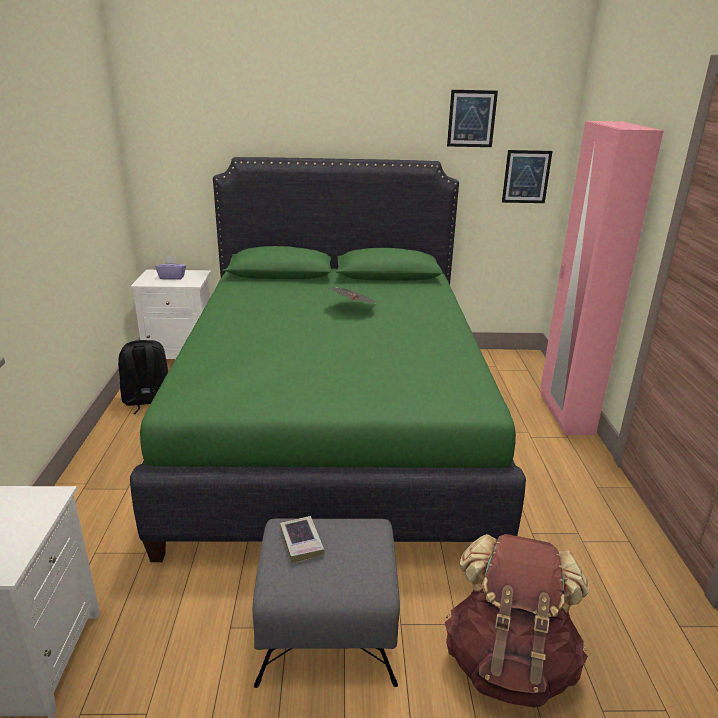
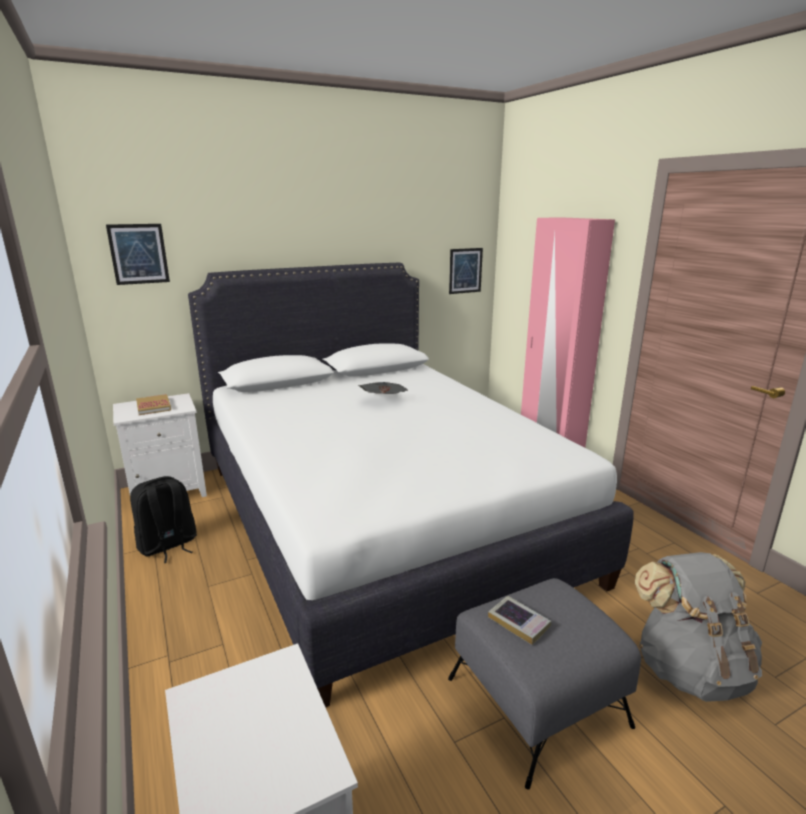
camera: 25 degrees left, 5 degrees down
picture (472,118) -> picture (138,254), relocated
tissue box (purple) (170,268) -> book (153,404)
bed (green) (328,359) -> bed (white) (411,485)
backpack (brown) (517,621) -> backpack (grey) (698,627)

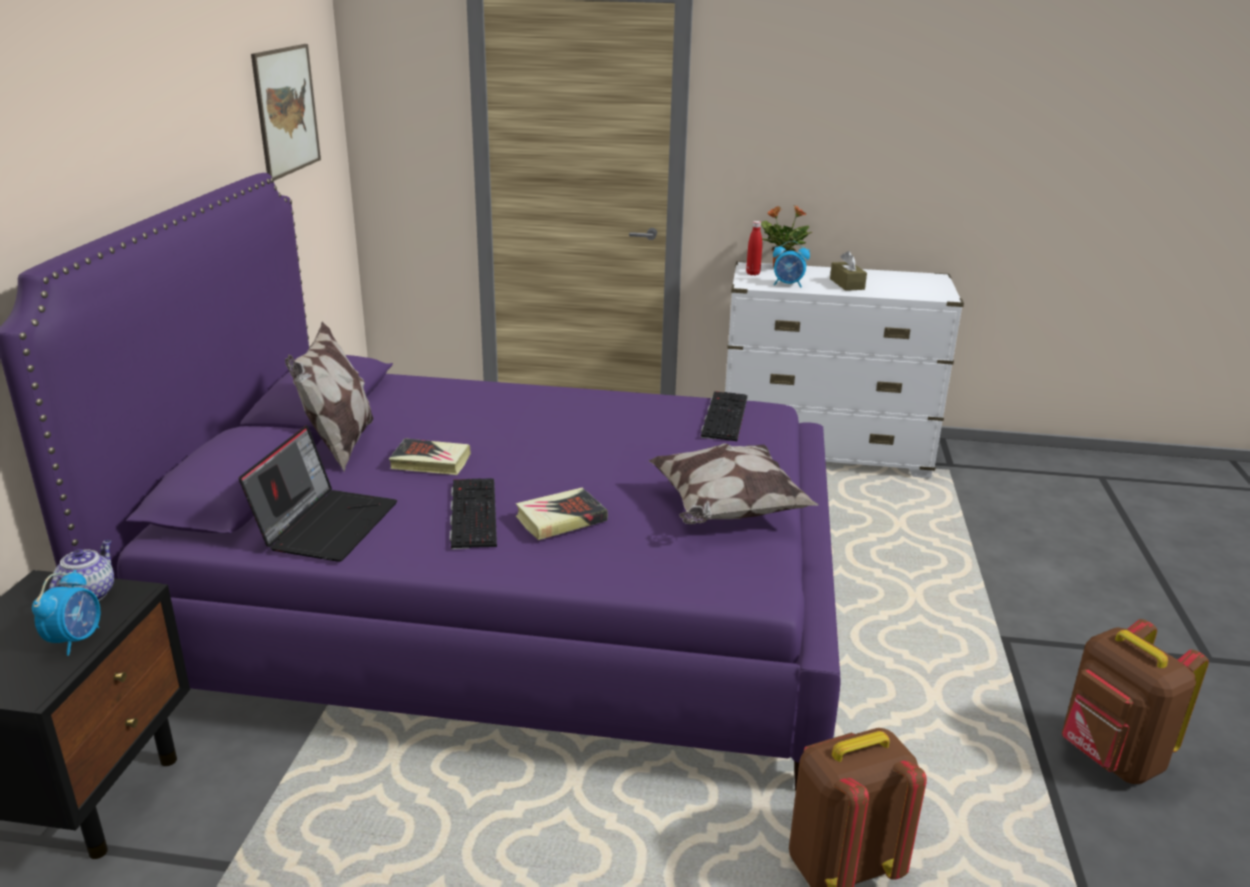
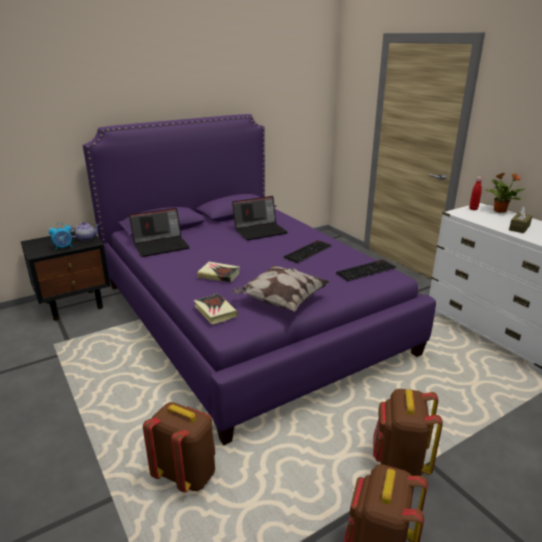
camera: 50 degrees right, 0 degrees up
book (430,456) -> book (216,308), relocated
none -> laptop (260,218)
keyboard (473,513) -> keyboard (307,251), relocated
none -> backpack (brown) (408,432)
picture (286,112) -> none
pillow (329,396) -> none
alarm clock (791,264) -> none

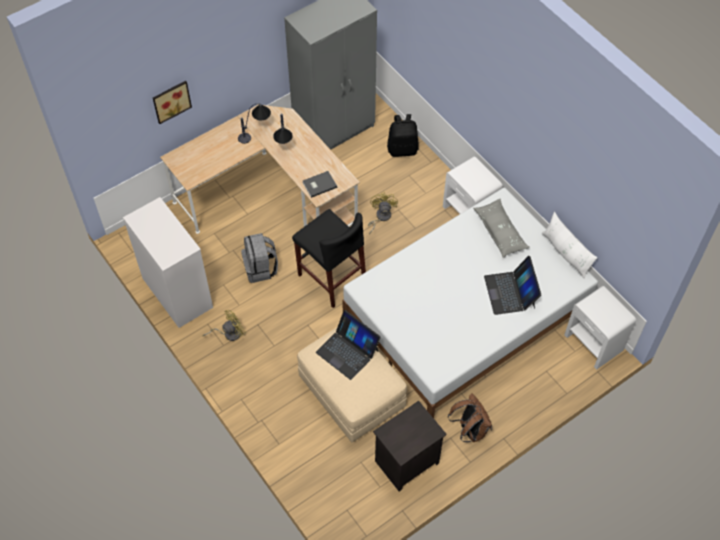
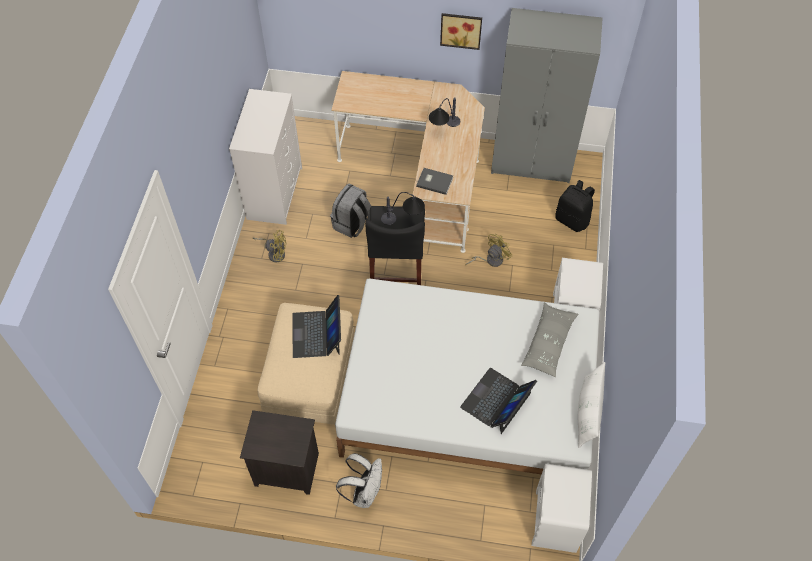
camera: 45 degrees right, 0 degrees up
backpack (brown) (470,417) -> backpack (white) (359,480)
table lamp (254,123) -> table lamp (403,208), relocated
picture (172,102) -> picture (461,31), relocated

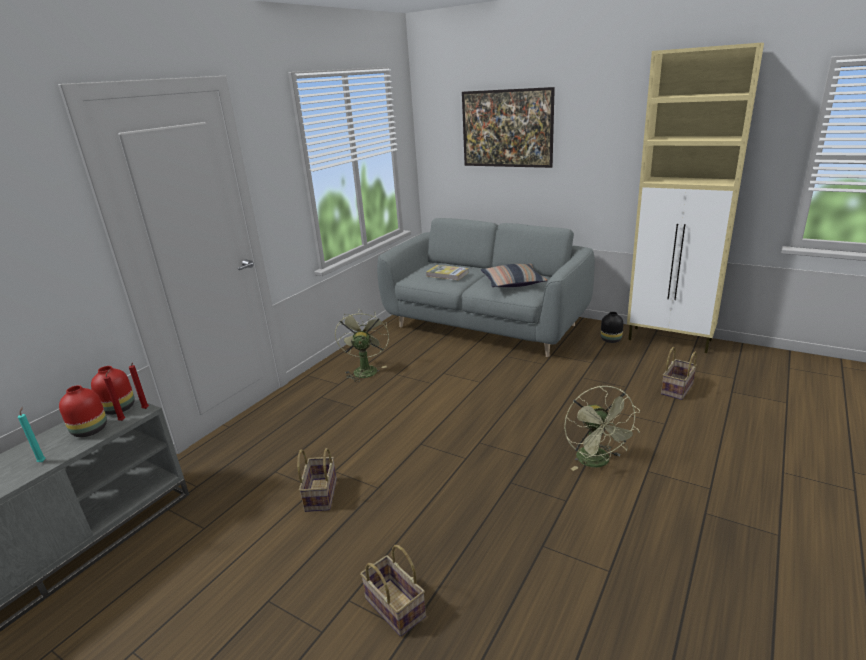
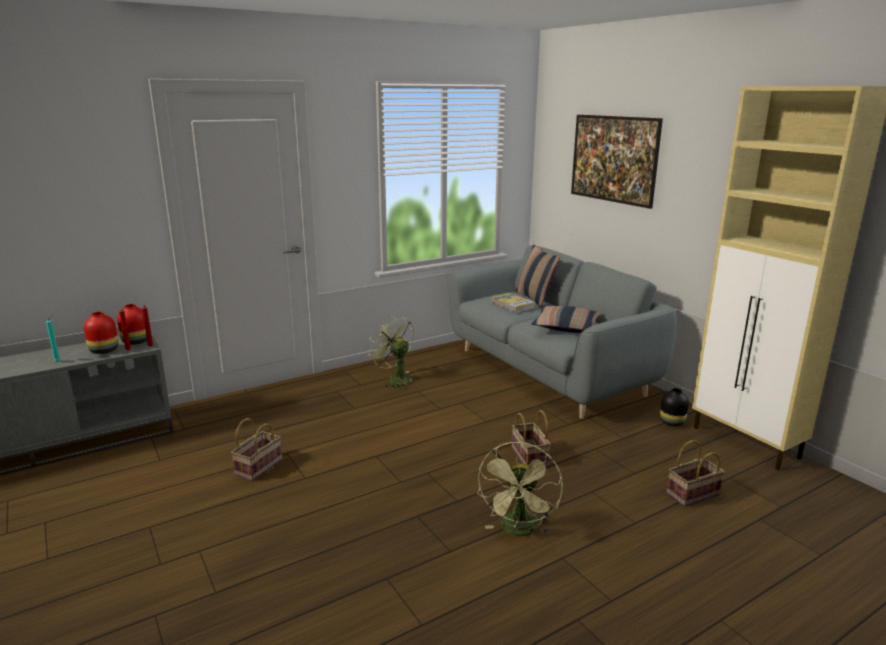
camera: 25 degrees right, 5 degrees down
fan (green) (362,345) -> fan (green) (391,352), 75 degrees counterclockwise
basket (393,591) -> basket (531,438), relocated
none -> pillow (538,276)

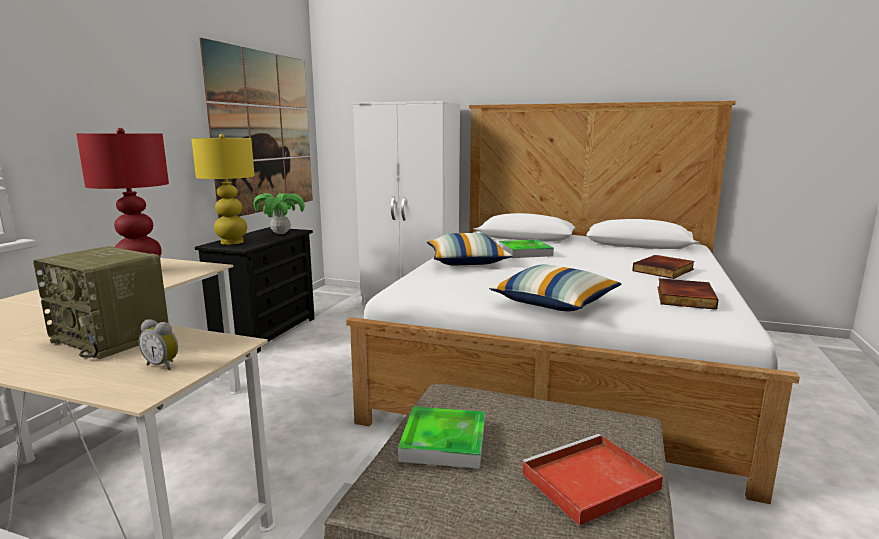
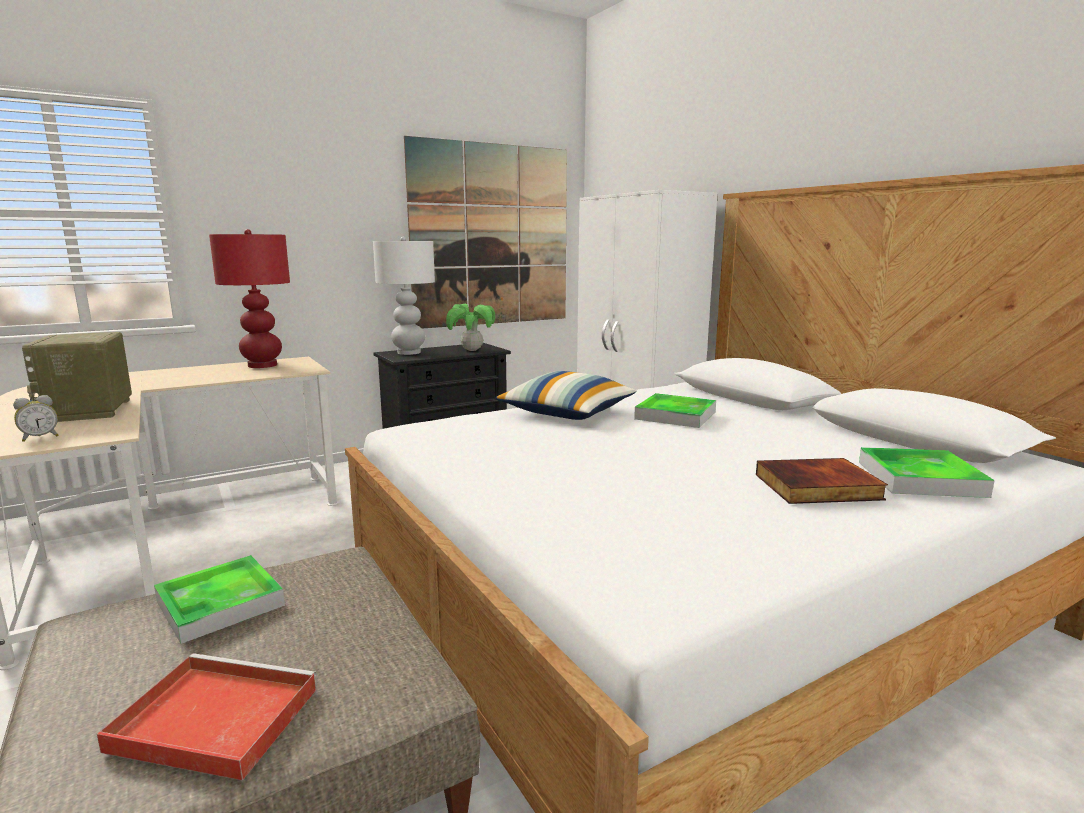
camera: 40 degrees right, 0 degrees up
alarm clock (158,344) -> alarm clock (36,418), 105 degrees counterclockwise
table lamp (yellow) (223,189) -> table lamp (white) (404,296)
none -> tray (927,472)
pillow (555,287) -> none
book (687,294) -> none

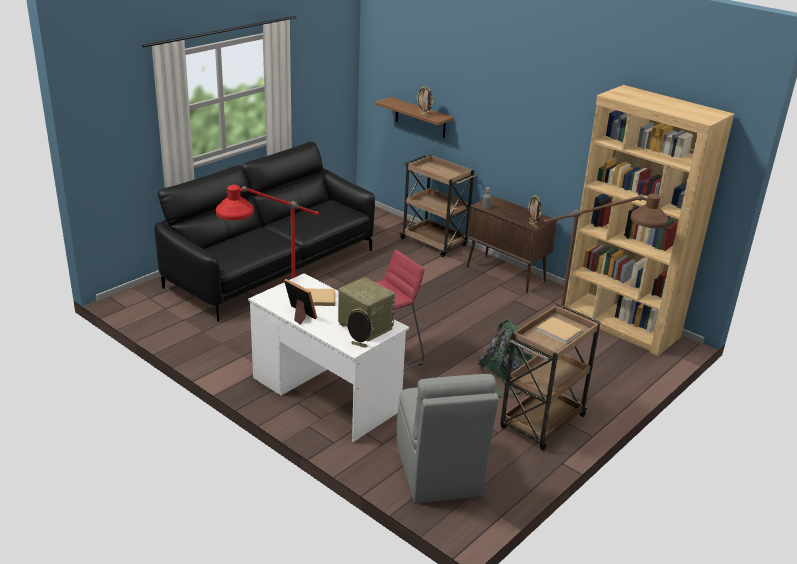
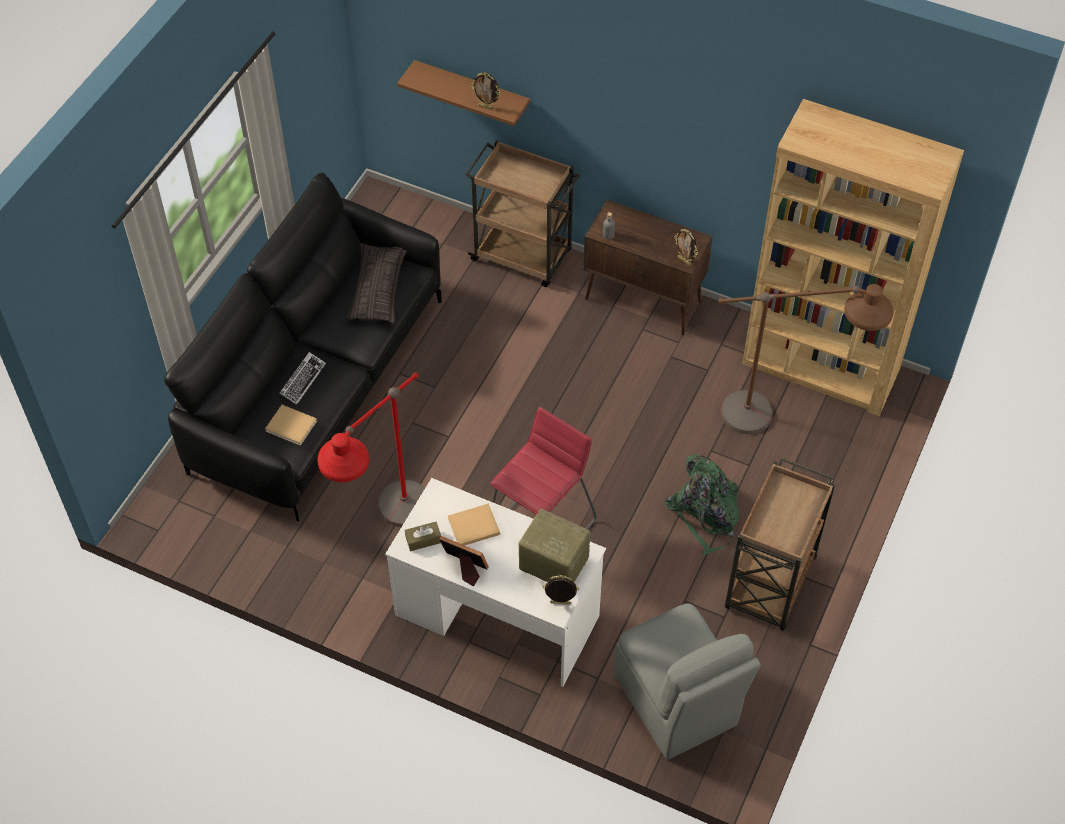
camera: 15 degrees left, 25 degrees up
book (beige) (559,330) -> book (beige) (291,425), relocated
none -> keyboard (302,378)
none -> pillow (376,283)
none -> tissue box (brown) (423,536)

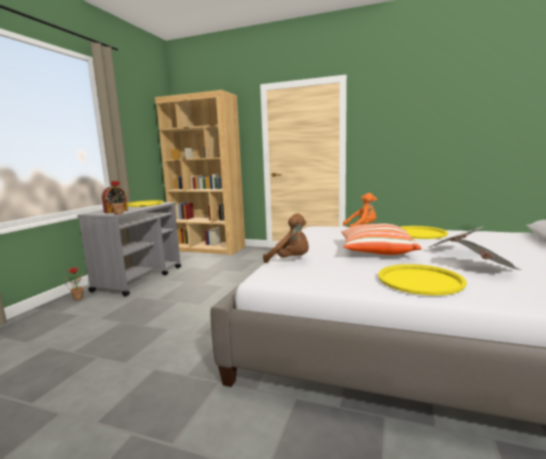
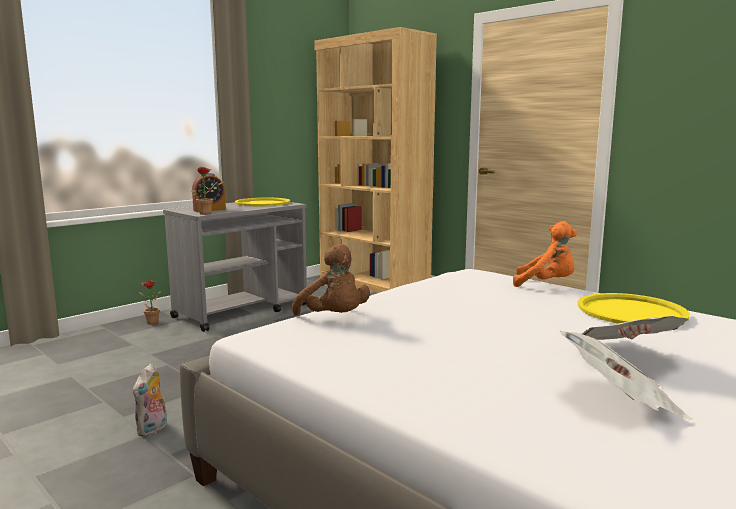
camera: 25 degrees right, 0 degrees up
none -> plush toy (150,400)
pillow (381,239) -> none
tray (yellow) (422,279) -> none

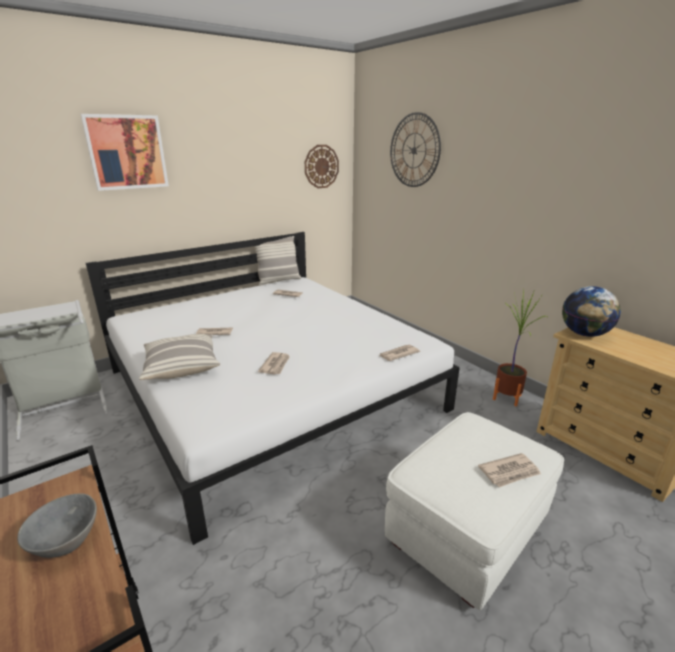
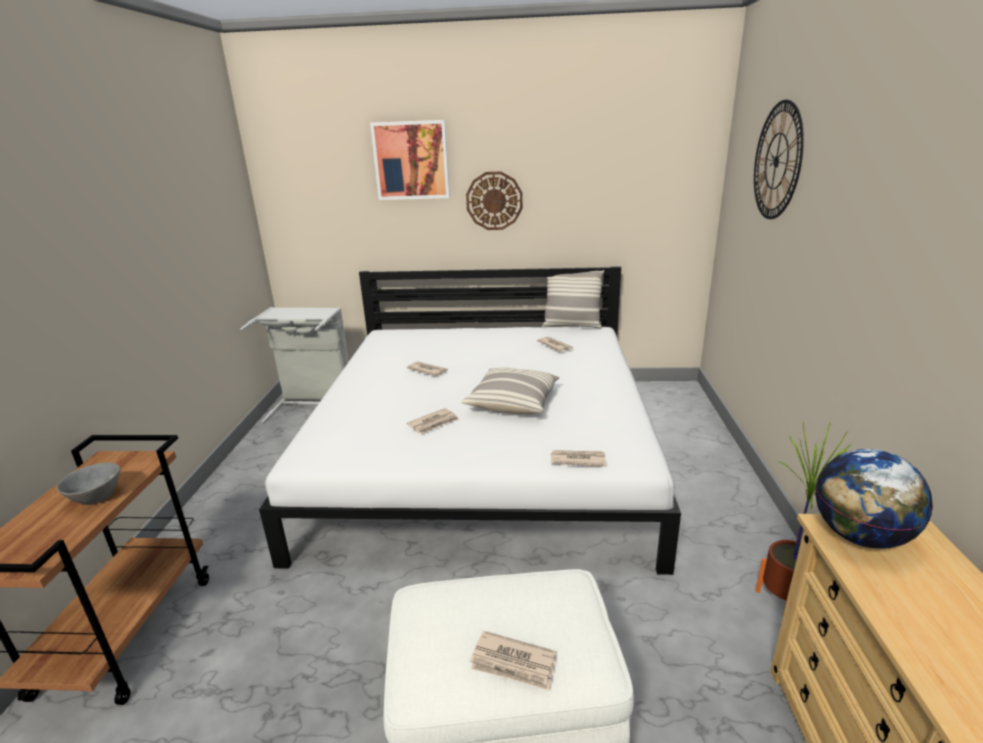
camera: 40 degrees right, 0 degrees up
pillow (179,357) -> pillow (511,391), relocated
wall clock (322,166) -> wall clock (494,201), relocated

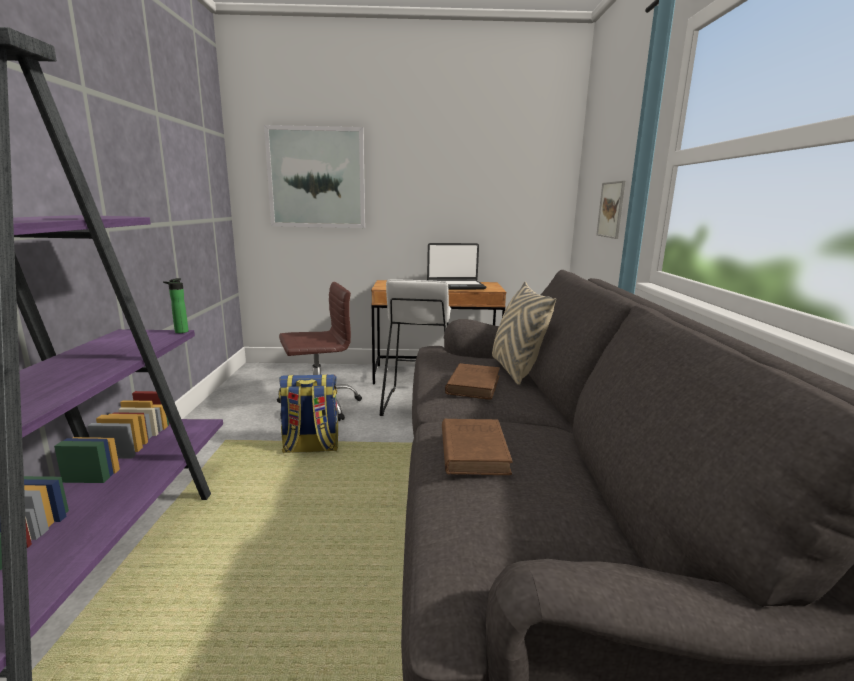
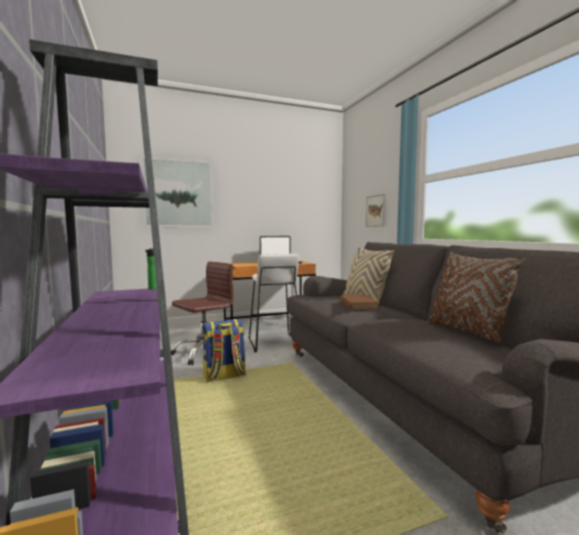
camera: 20 degrees left, 10 degrees down
none -> pillow (brown) (476,298)
book (brown) (477,446) -> none

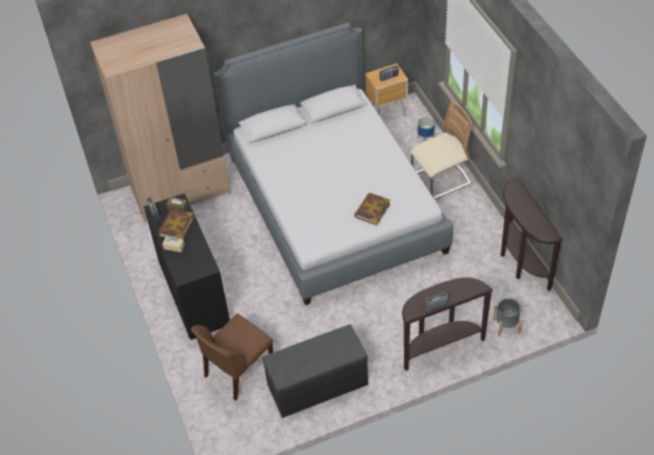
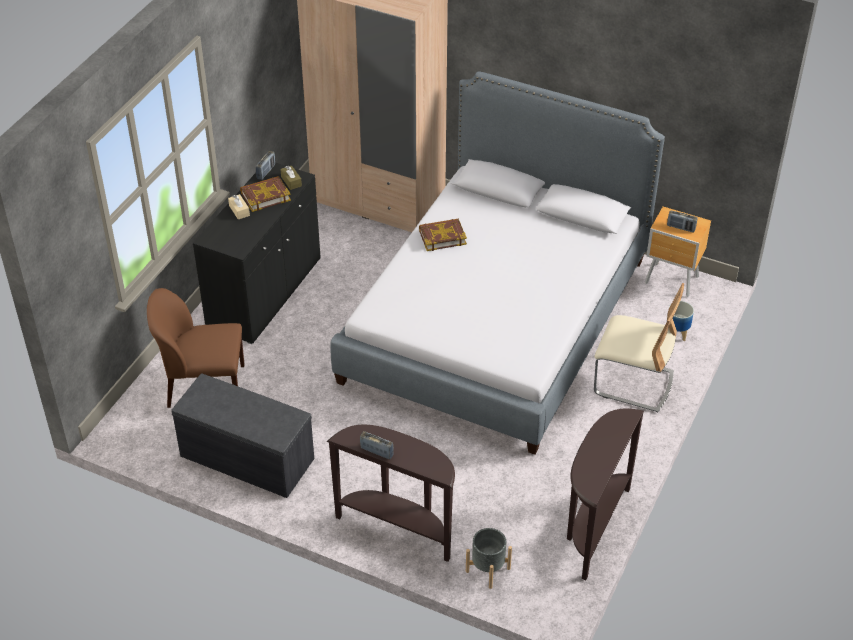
camera: 45 degrees right, 5 degrees down
book (372,209) -> book (443,235), relocated

